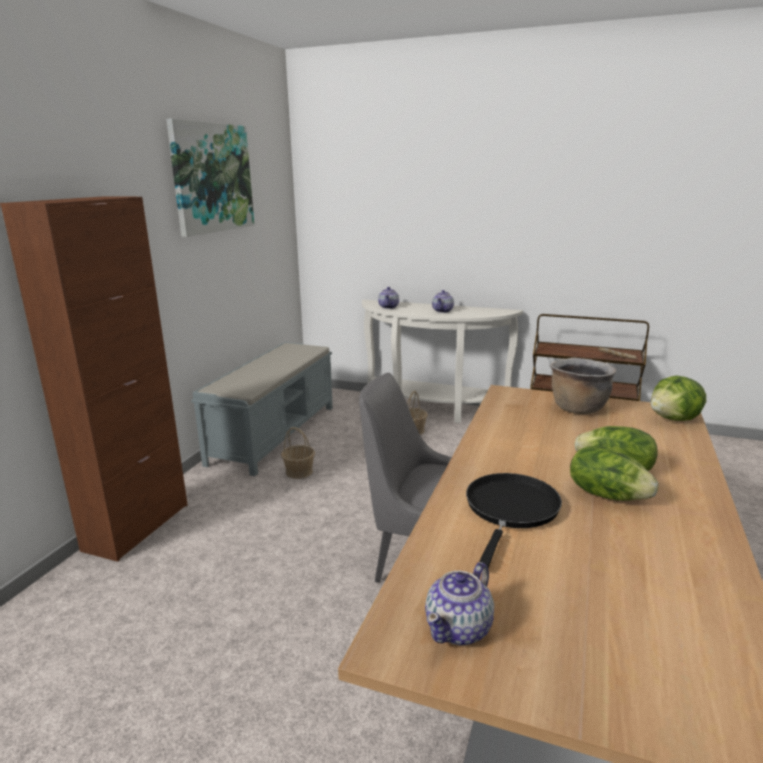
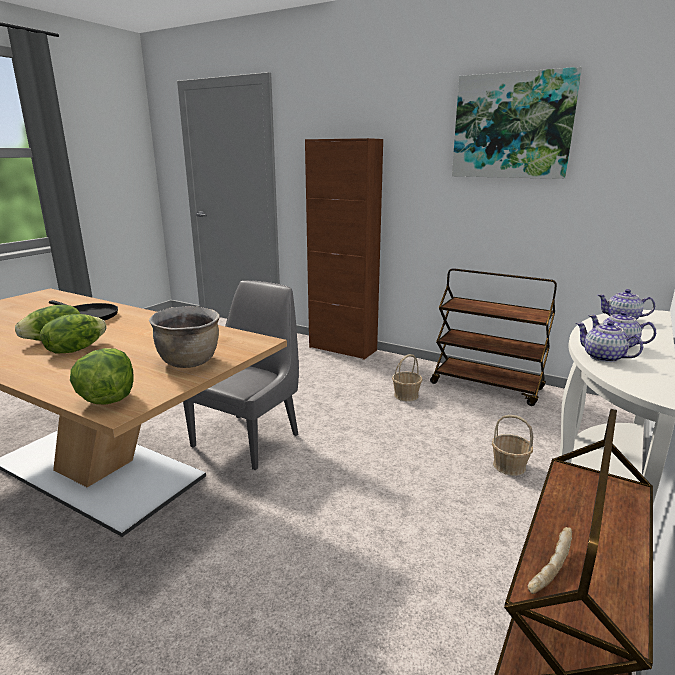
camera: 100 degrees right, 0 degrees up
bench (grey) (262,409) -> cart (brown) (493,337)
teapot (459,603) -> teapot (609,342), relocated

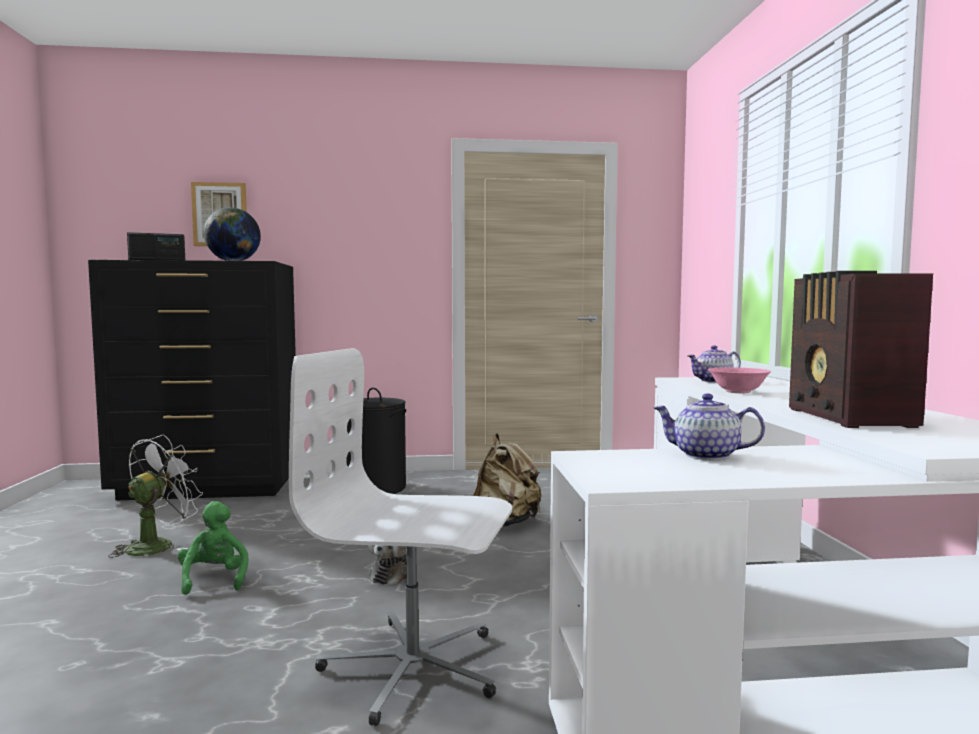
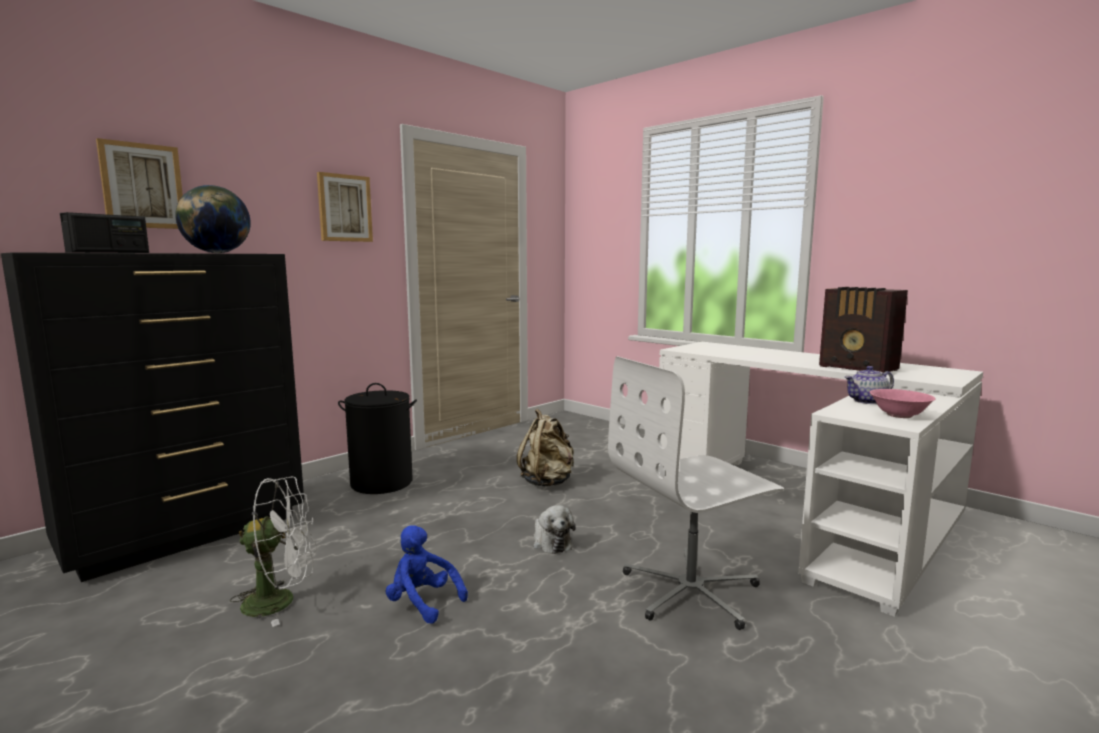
camera: 40 degrees left, 5 degrees up
fan (white) (156,496) -> fan (white) (273,552), 90 degrees clockwise
none -> picture (345,207)
plush toy (green) (212,548) -> plush toy (blue) (427,574)
bowl (pink) (739,380) -> bowl (pink) (903,403), relocated
teapot (714,364) -> none

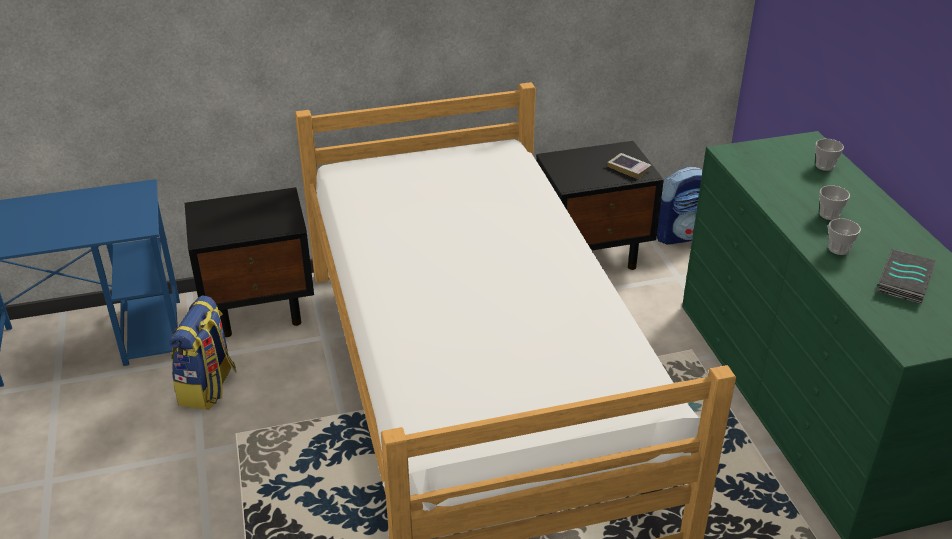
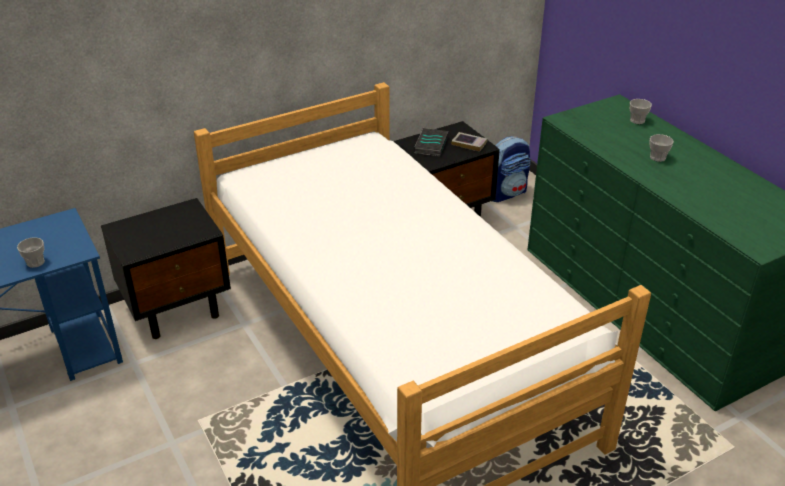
camera: 15 degrees left, 0 degrees up
cup (844,236) -> cup (31,252), relocated
book (906,276) -> book (431,142), relocated
backpack (203,353) -> none

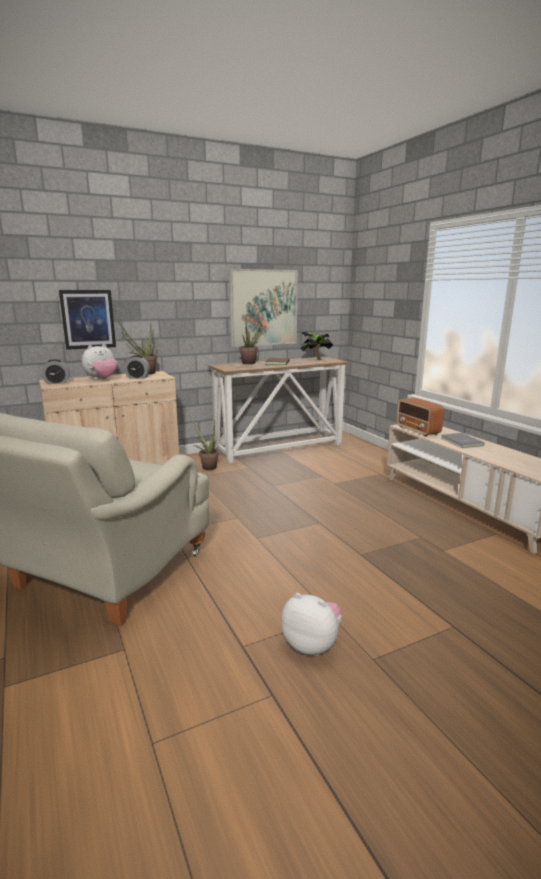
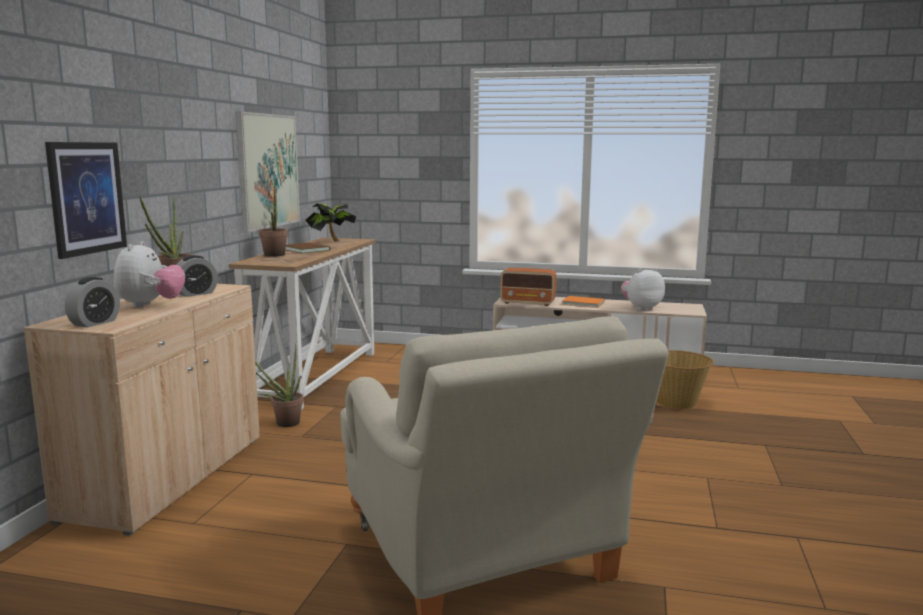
camera: 50 degrees left, 5 degrees down
book (grey) (463,440) -> book (orange) (583,302)
plush toy (311,624) -> plush toy (643,289), relocated
none -> basket (685,379)

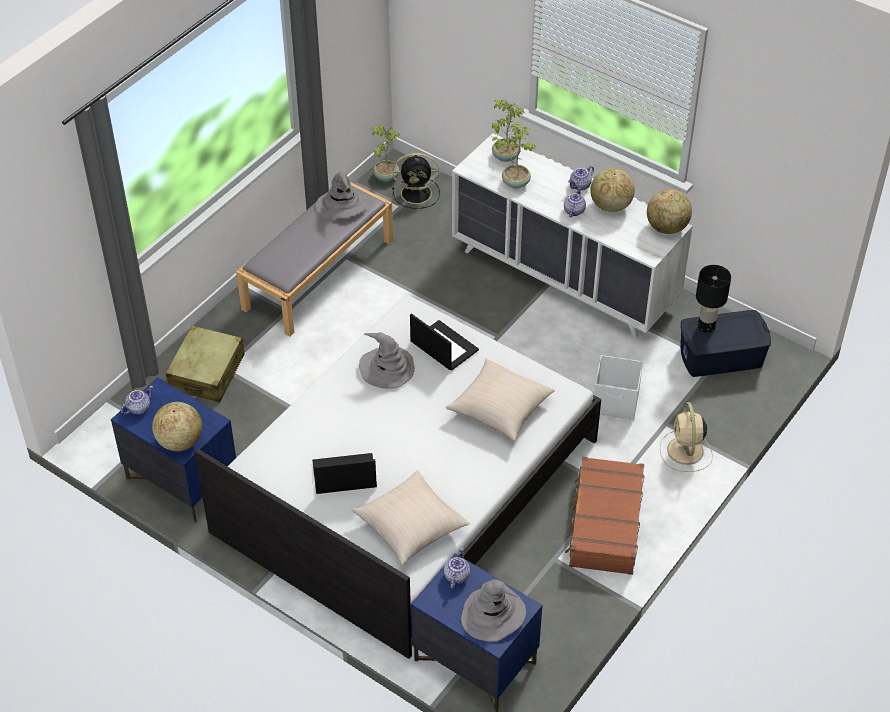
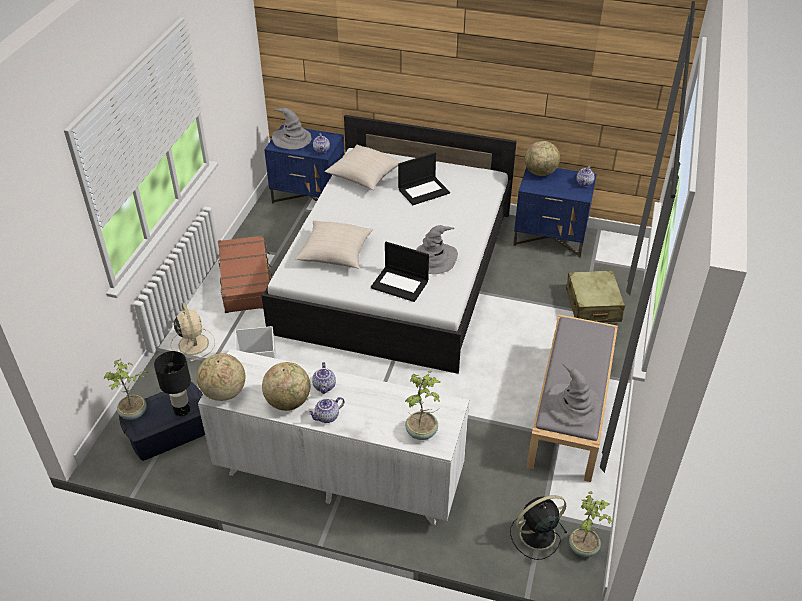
camera: 160 degrees right, 5 degrees down
potted plant (514,155) -> potted plant (126,389), relocated
teapot (581,178) -> teapot (326,410), 150 degrees counterclockwise

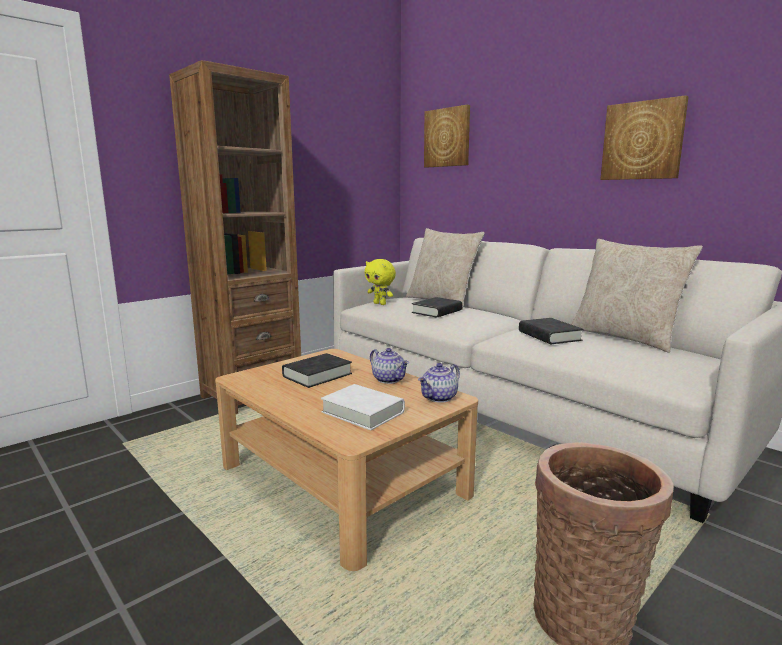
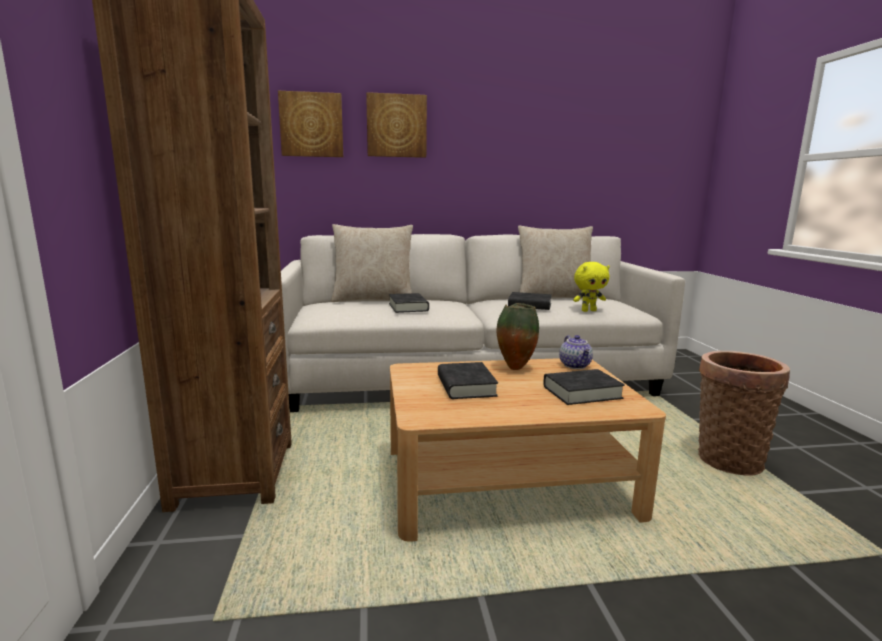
camera: 55 degrees left, 0 degrees up
picture (644,137) -> picture (396,125), relocated
teapot (389,366) -> vase (518,336)
book (white) (363,407) -> book (black) (584,387)
plush toy (yellow) (380,282) -> plush toy (yellow) (591,287), relocated

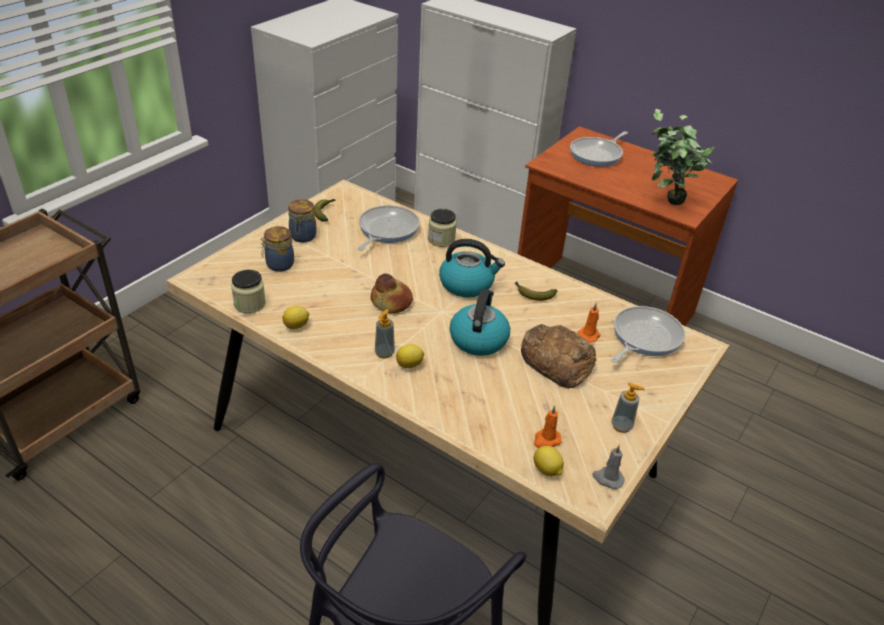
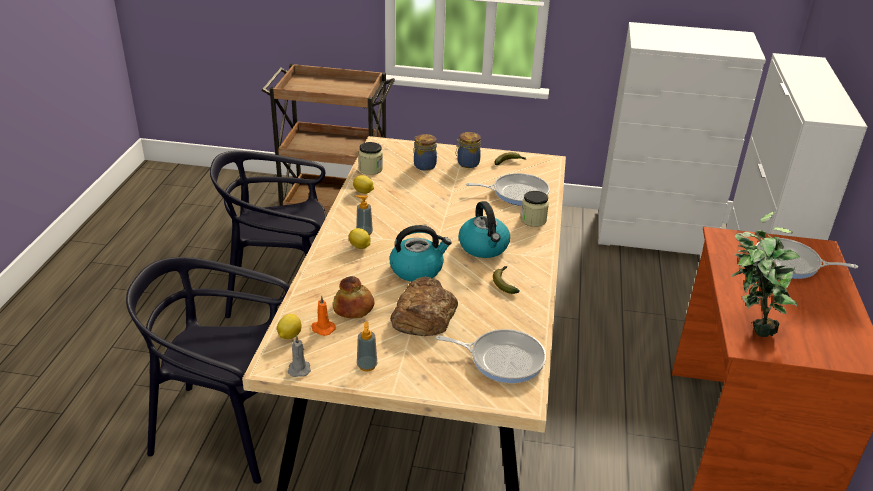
camera: 65 degrees right, 5 degrees down
none -> chair (black) (268,234)
bread (392,293) -> bread (353,297), relocated
candle (orange) (588,323) -> none

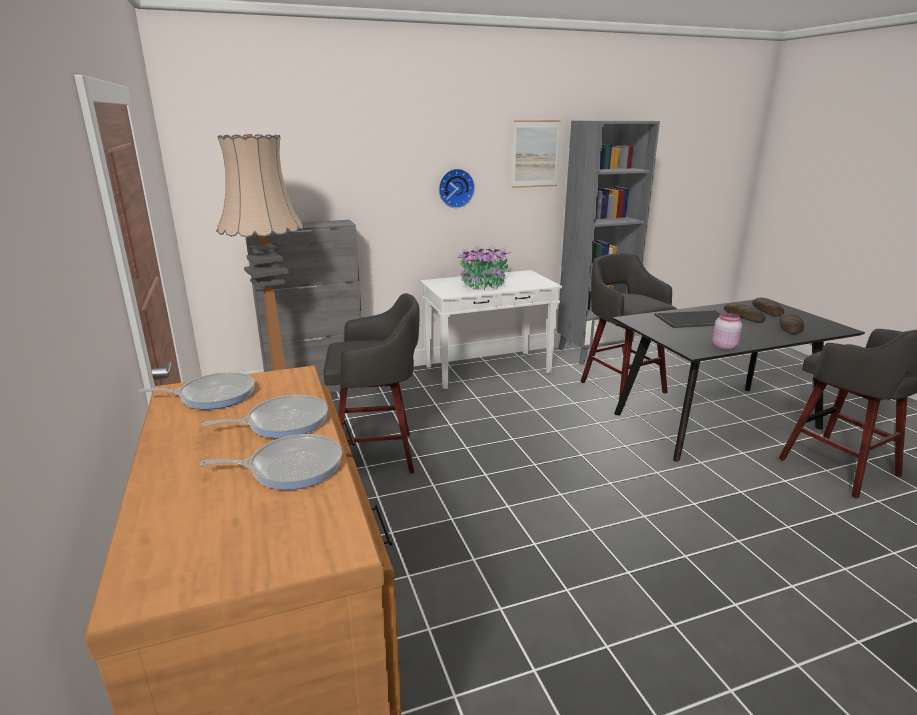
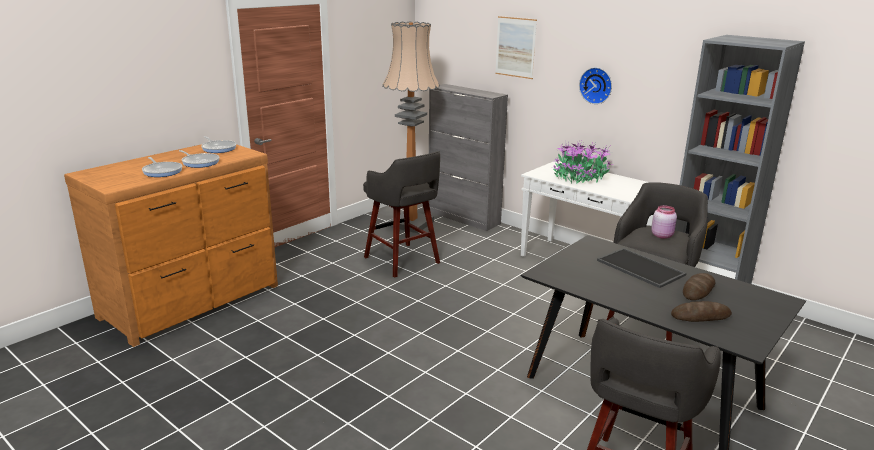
camera: 60 degrees right, 0 degrees up
picture (536,154) -> picture (516,47), relocated
jar (pink) (727,331) -> jar (pink) (664,222), relocated
bread (768,307) -> none

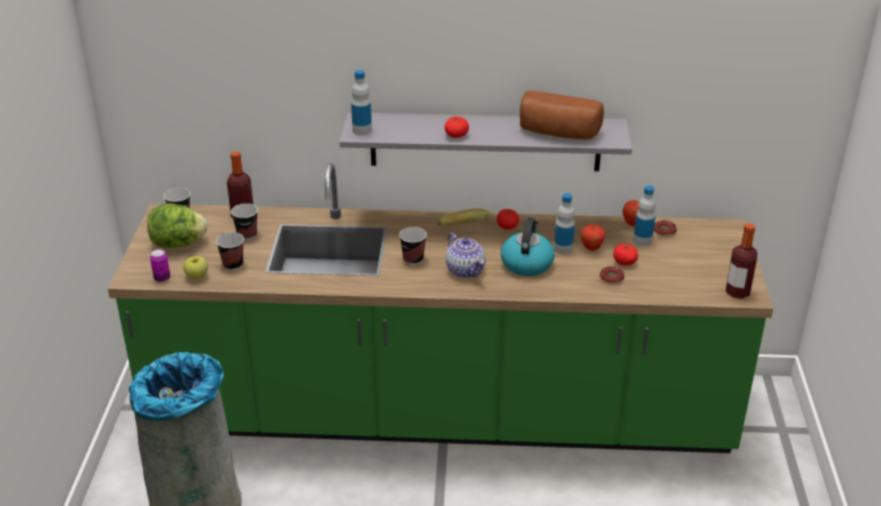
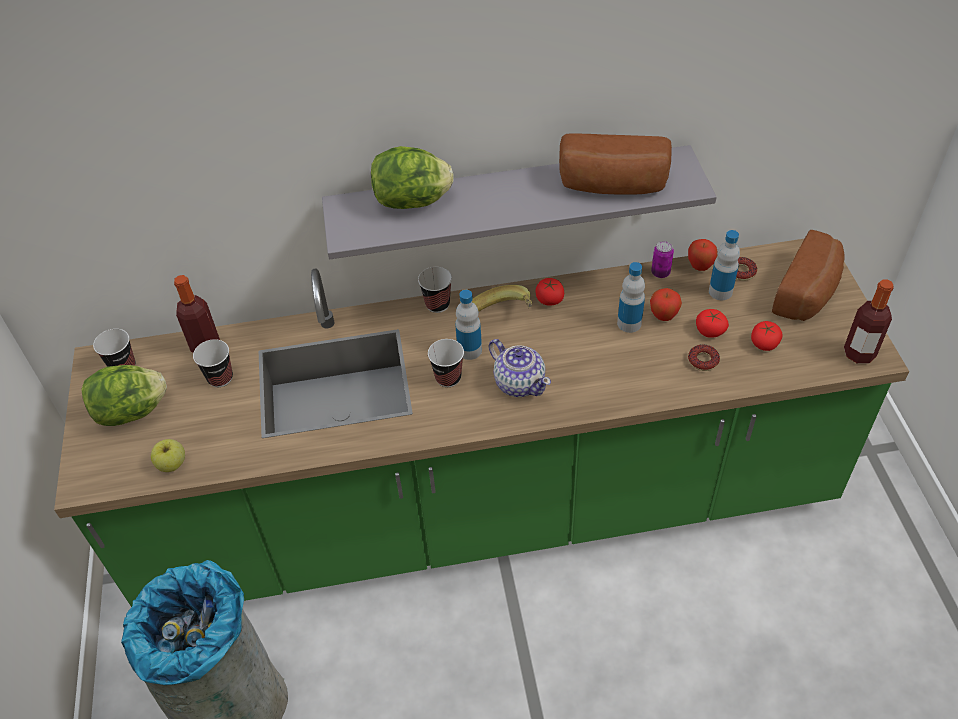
camera: 10 degrees left, 15 degrees up
none -> lettuce (412,177)
cup (230,251) -> cup (435,290), relocated
bottle (361,102) -> bottle (468,325), relocated
can (160,265) -> can (662,259), relocated
tomato (456,127) -> tomato (767,336), relocated
none -> bread (808,275)
kettle (528,246) -> none

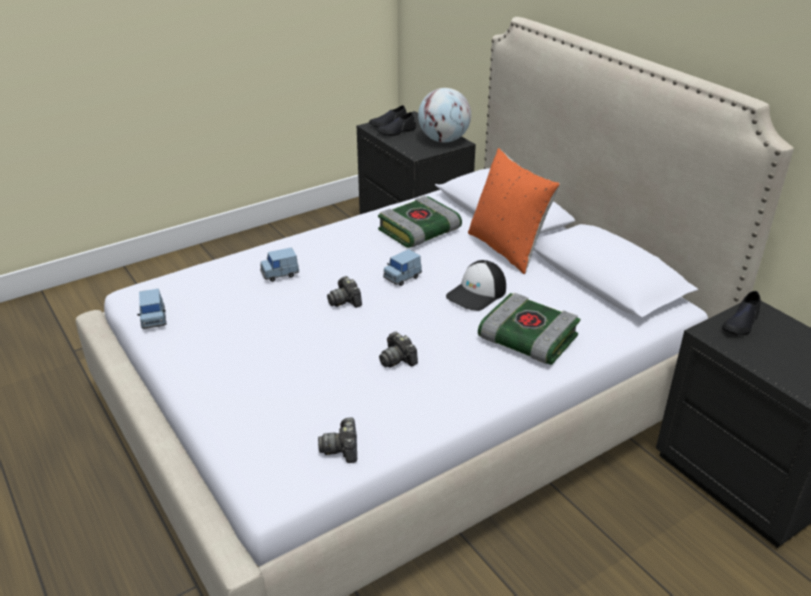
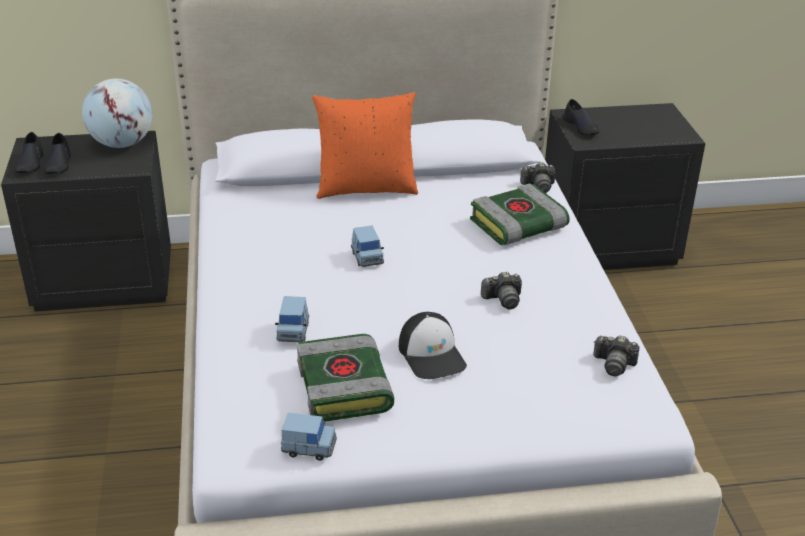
camera: 65 degrees left, 0 degrees up
book (420,222) -> book (345,378), relocated
cap (476,285) -> cap (433,345), relocated
photo camera (344,292) -> photo camera (538,177), relocated

